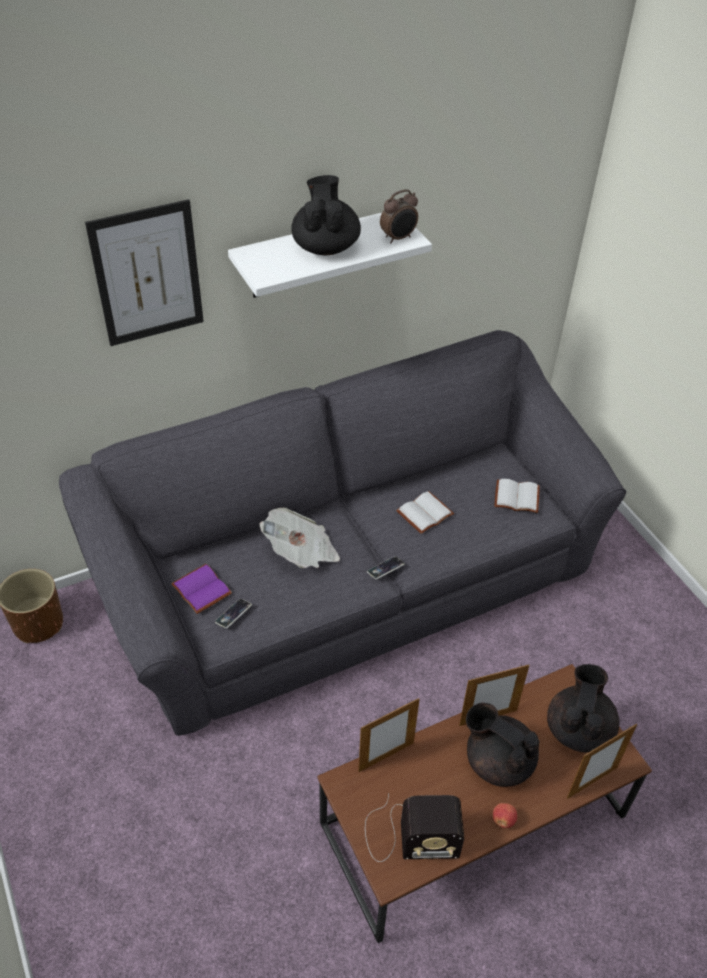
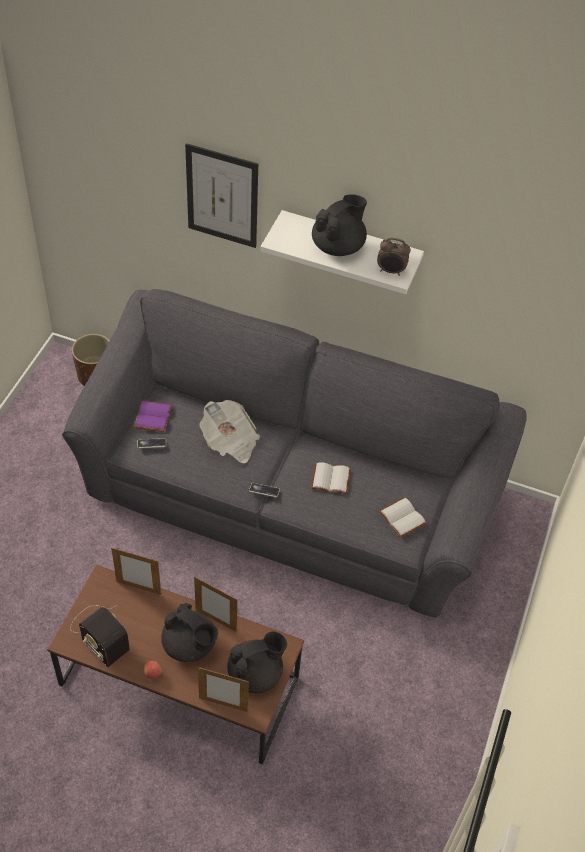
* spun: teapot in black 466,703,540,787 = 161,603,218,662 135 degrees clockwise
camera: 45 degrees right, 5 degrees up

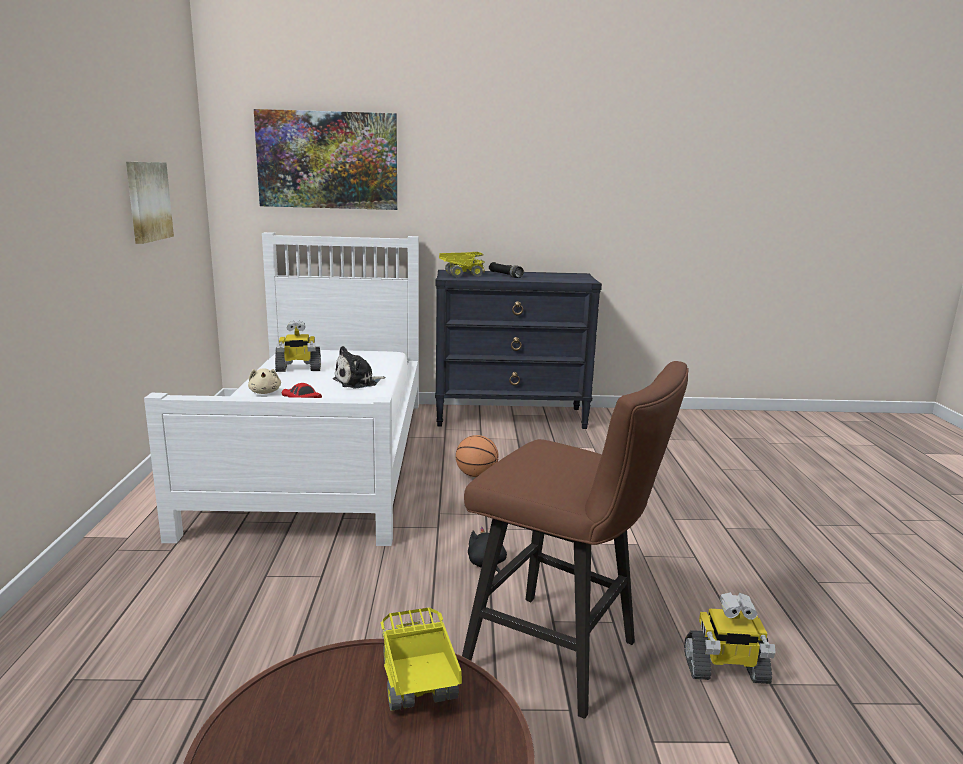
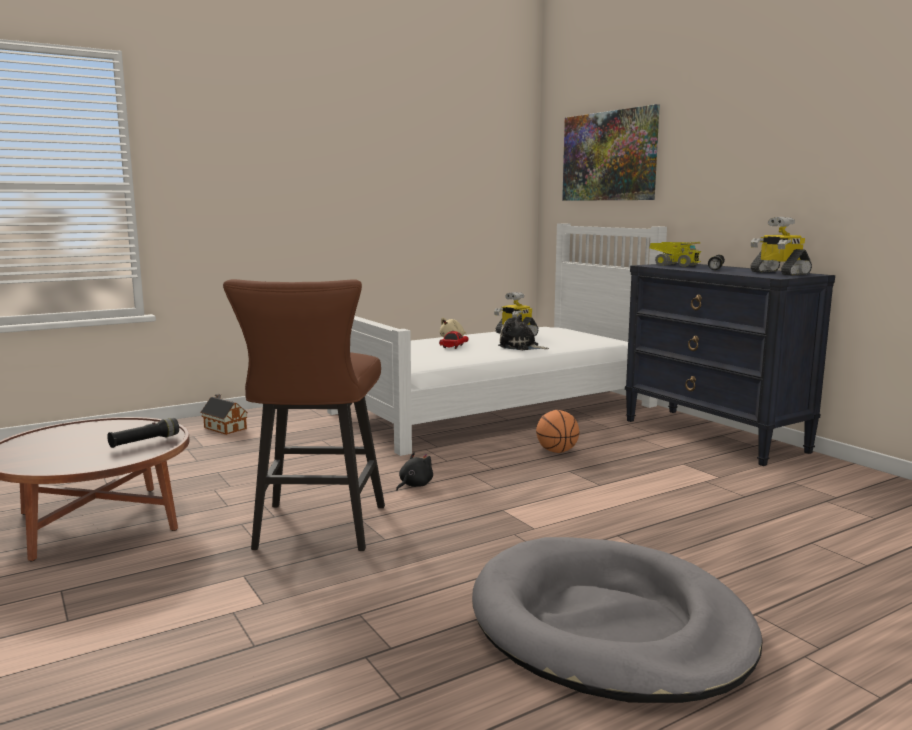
* exchanged: toy truck 380,608,462,711 to flashlight in black 107,418,179,448
* appeared: toy house 200,394,248,435
* appeared: dog bed in grey 472,537,763,703
* relocated: toy robot 684,592,776,684 to 750,217,812,276
* missing: picture 126,162,174,244
camera: 60 degrees right, 5 degrees down

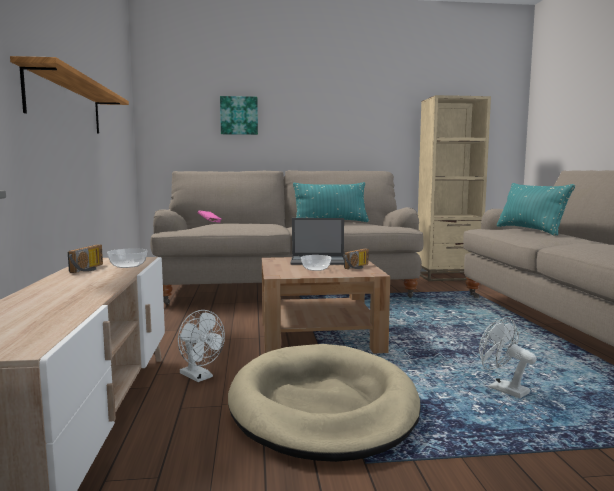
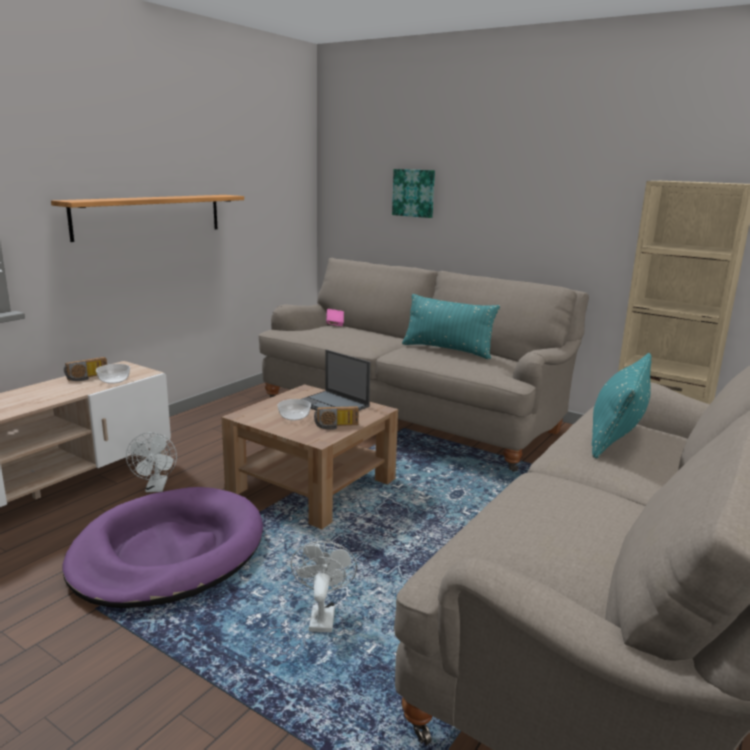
* colour: dog bed in beige 228,344,421,462 to dog bed in purple 63,487,263,608
camera: 40 degrees right, 10 degrees up

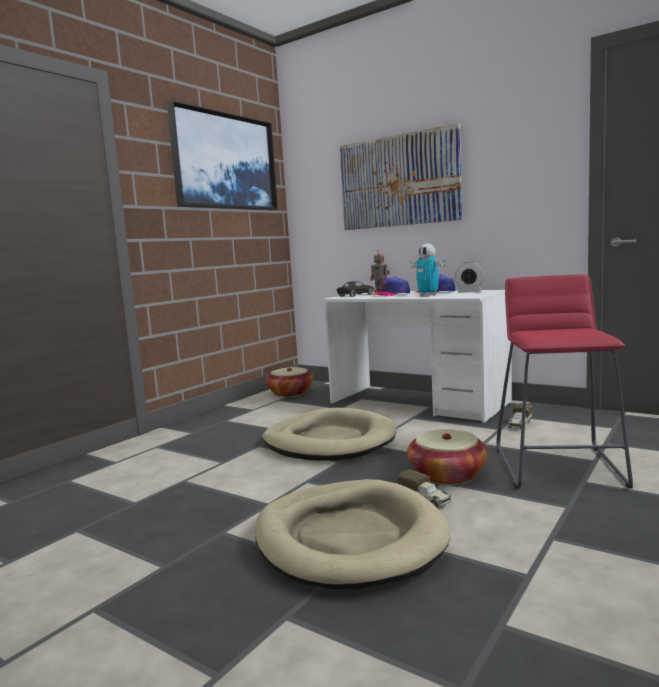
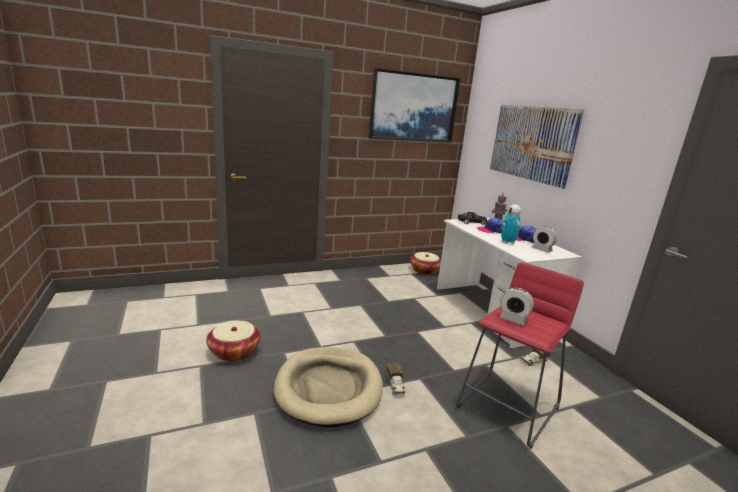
* relocated: basket 407,429,488,485 to 206,320,261,362
* appeared: alarm clock 500,288,534,326
* missing: dog bed in beige 262,408,396,461
camera: 30 degrees right, 10 degrees up

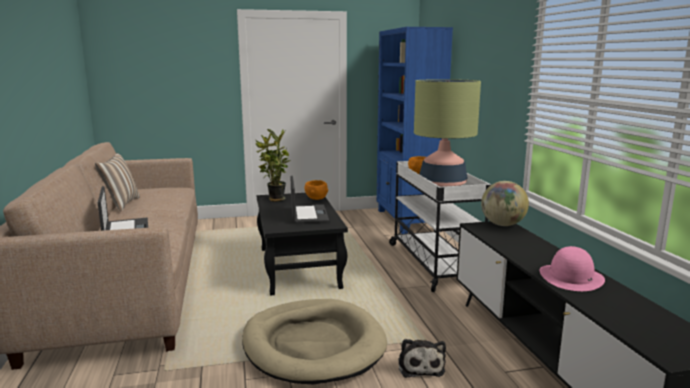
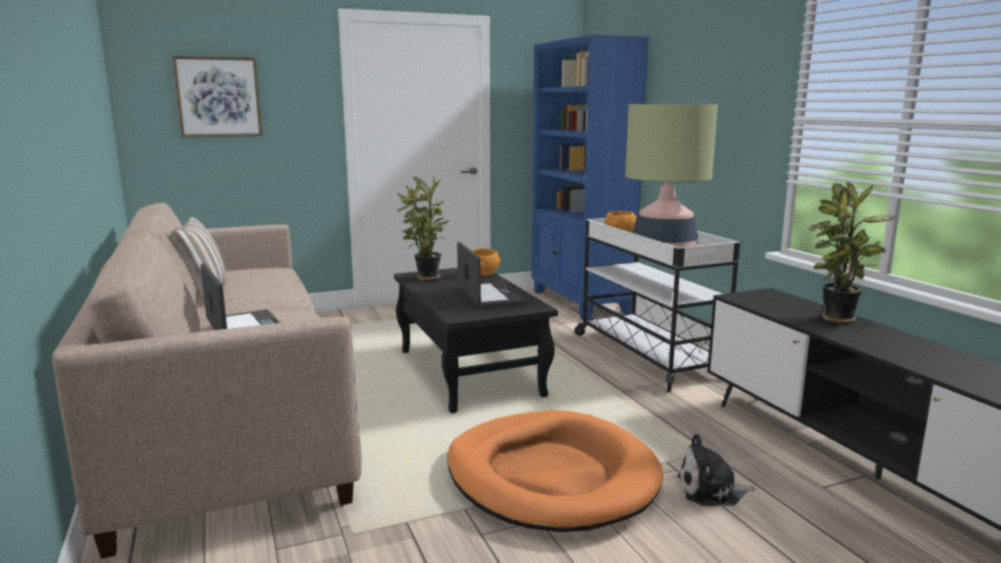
* appeared: picture 172,56,263,137
* colour: dog bed in beige 242,299,387,384 to dog bed in orange 447,410,664,532
* spun: plush toy 398,339,446,378 = 677,434,756,506 105 degrees clockwise
* appeared: potted plant 807,182,895,324
* missing: globe 481,181,529,226
* missing: hat in pink 540,246,605,291
camera: 10 degrees left, 0 degrees up

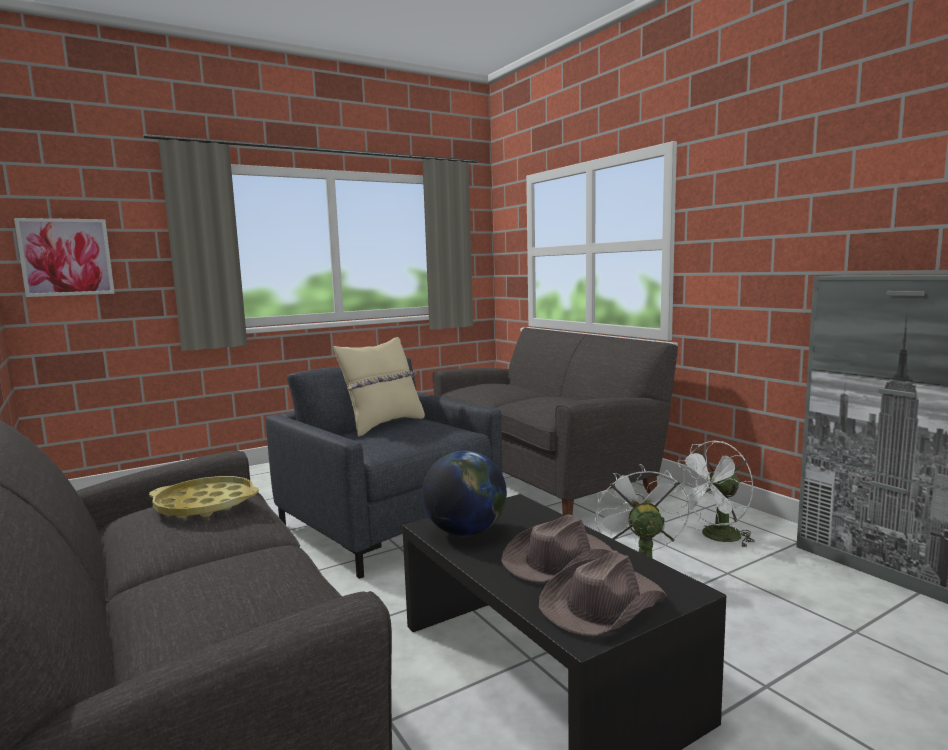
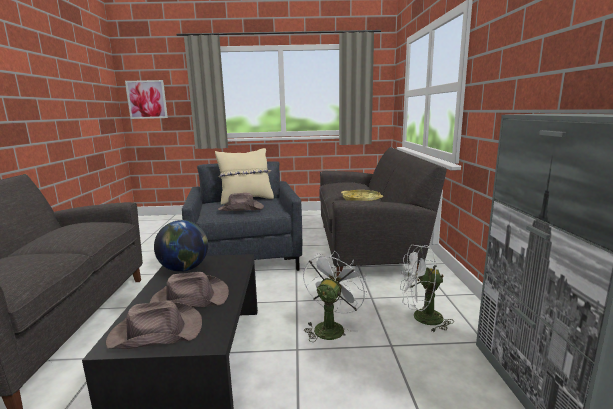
* appeared: hat in brown 218,193,264,211
* relocated: tray in yellow 149,476,259,518 to 341,190,383,201
camera: 30 degrees right, 5 degrees up

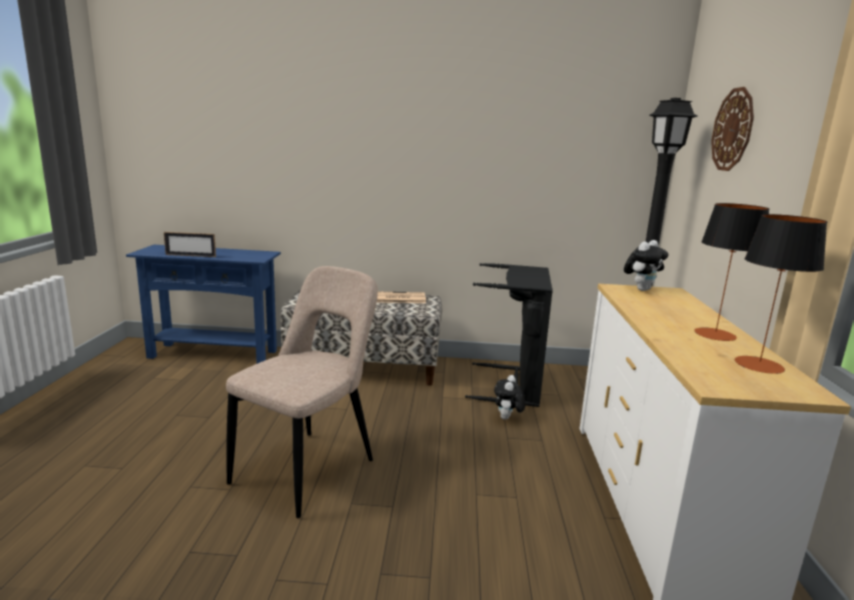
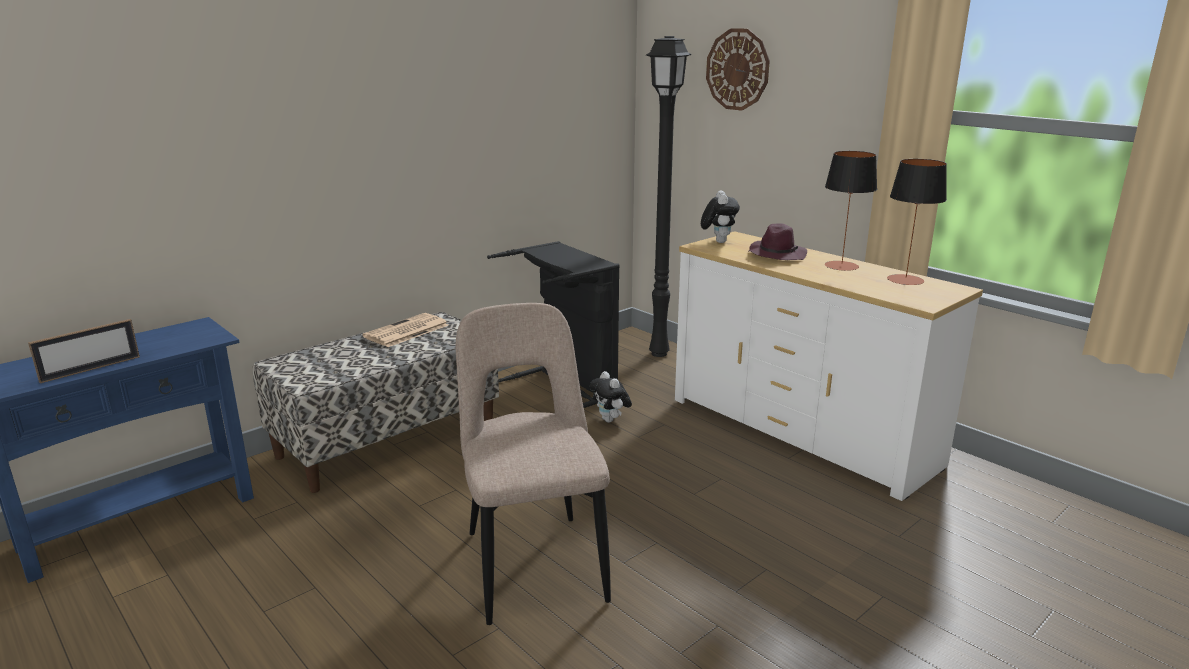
* appeared: hat in purple 748,223,807,260
camera: 45 degrees left, 5 degrees up

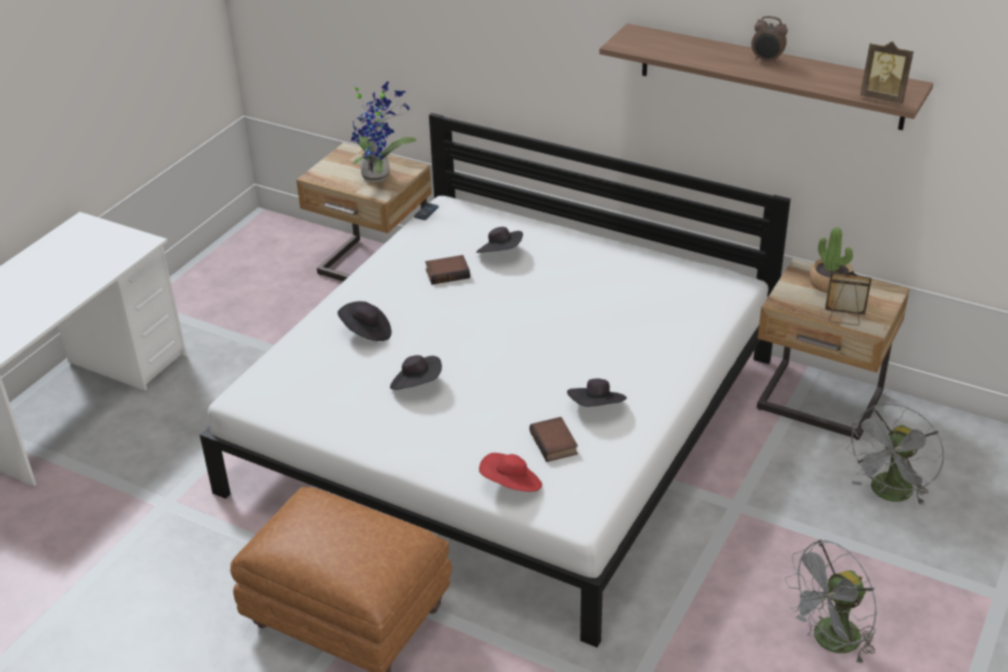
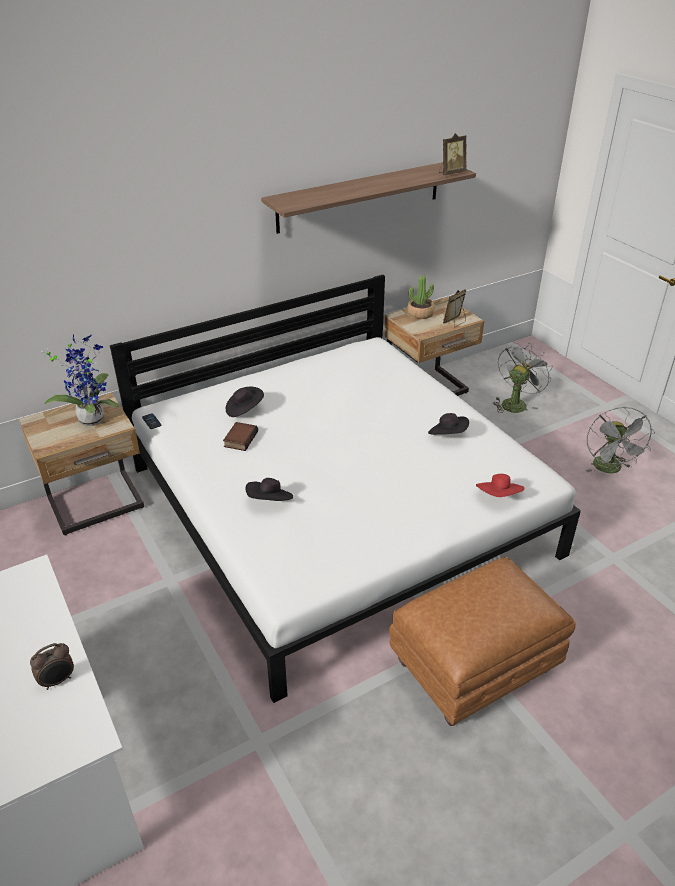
* relocated: alarm clock 751,16,788,64 to 30,643,74,690
* spun: fan in grey 846,403,944,505 = 493,342,553,413 120 degrees counterclockwise
* missing: hat in black 390,355,442,390
* missing: book 529,417,578,462
camera: 60 degrees left, 0 degrees up

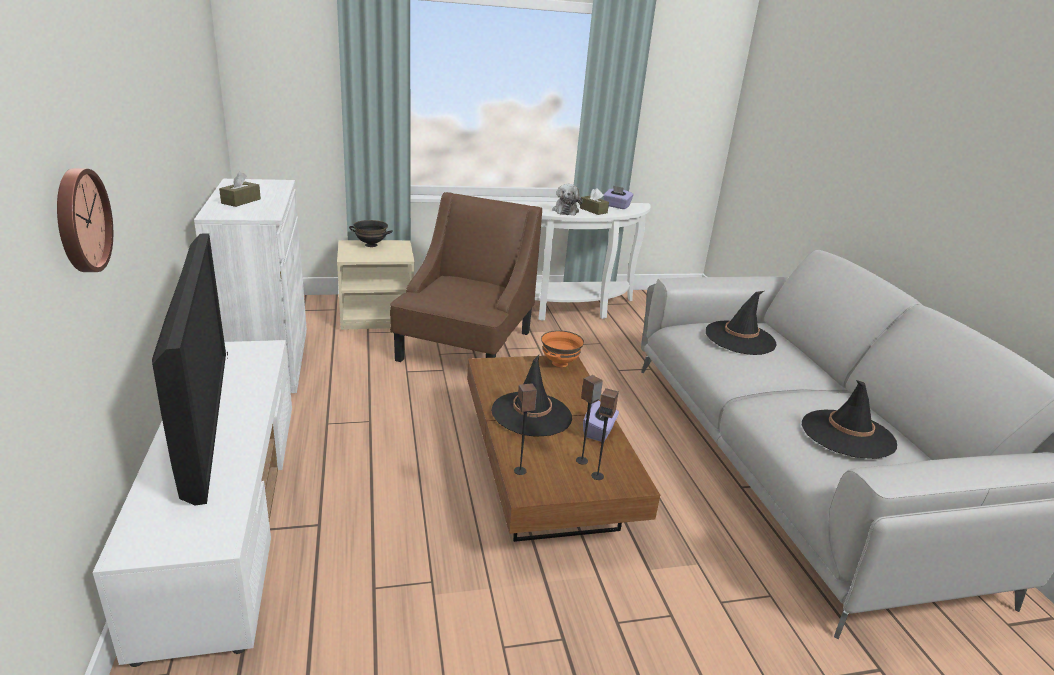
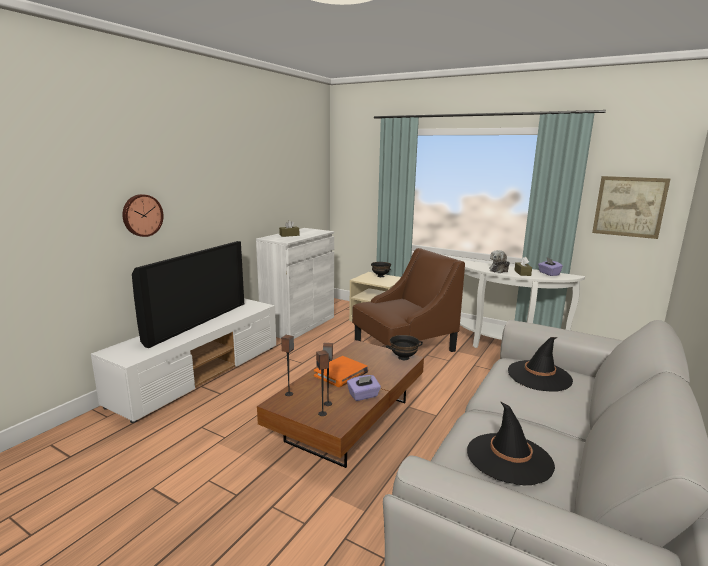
* exchanged: hat in black 491,355,572,437 to book in orange 314,356,369,387
* colour: bowl in orange 541,330,584,367 to bowl in black 386,335,423,360
* appeared: picture 592,176,670,239
camera: 45 degrees right, 10 degrees down

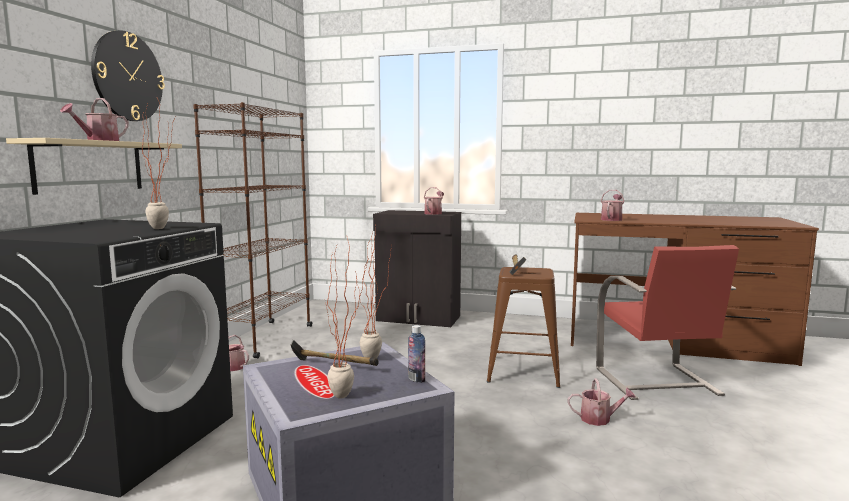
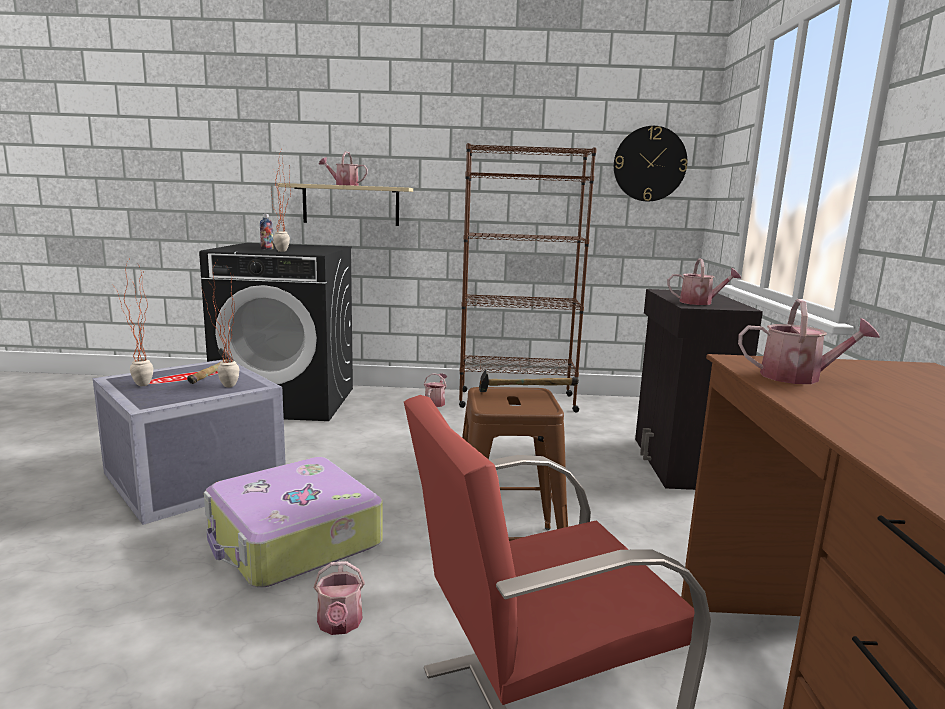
* appeared: suitcase 204,457,383,587
* relocated: bottle 408,325,425,383 to 260,214,273,250
* relocated: wall clock 91,30,165,121 to 614,126,687,201
camera: 75 degrees right, 5 degrees up

